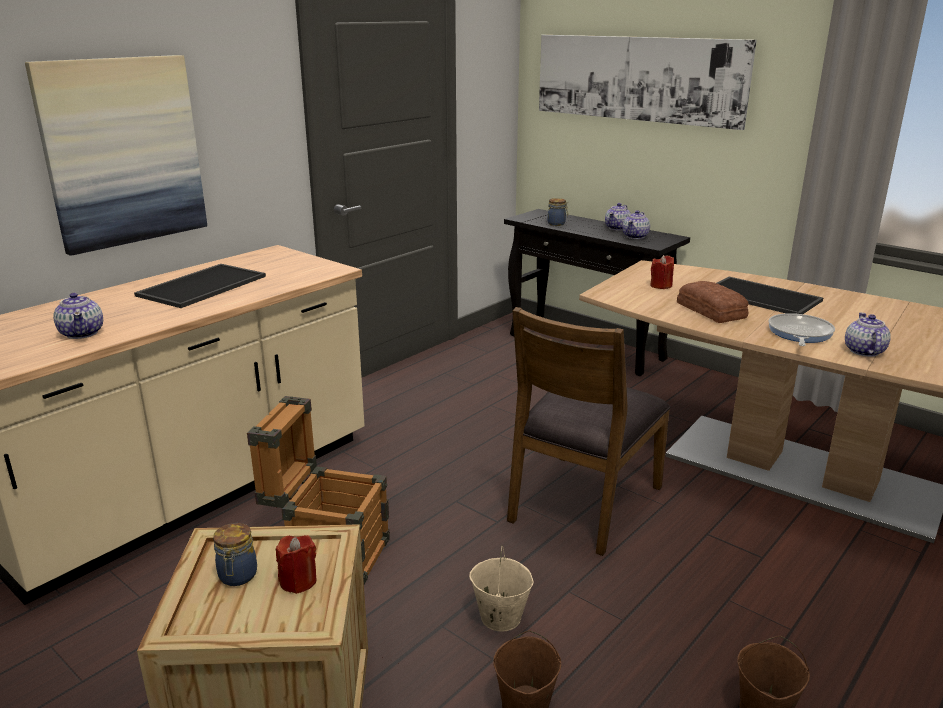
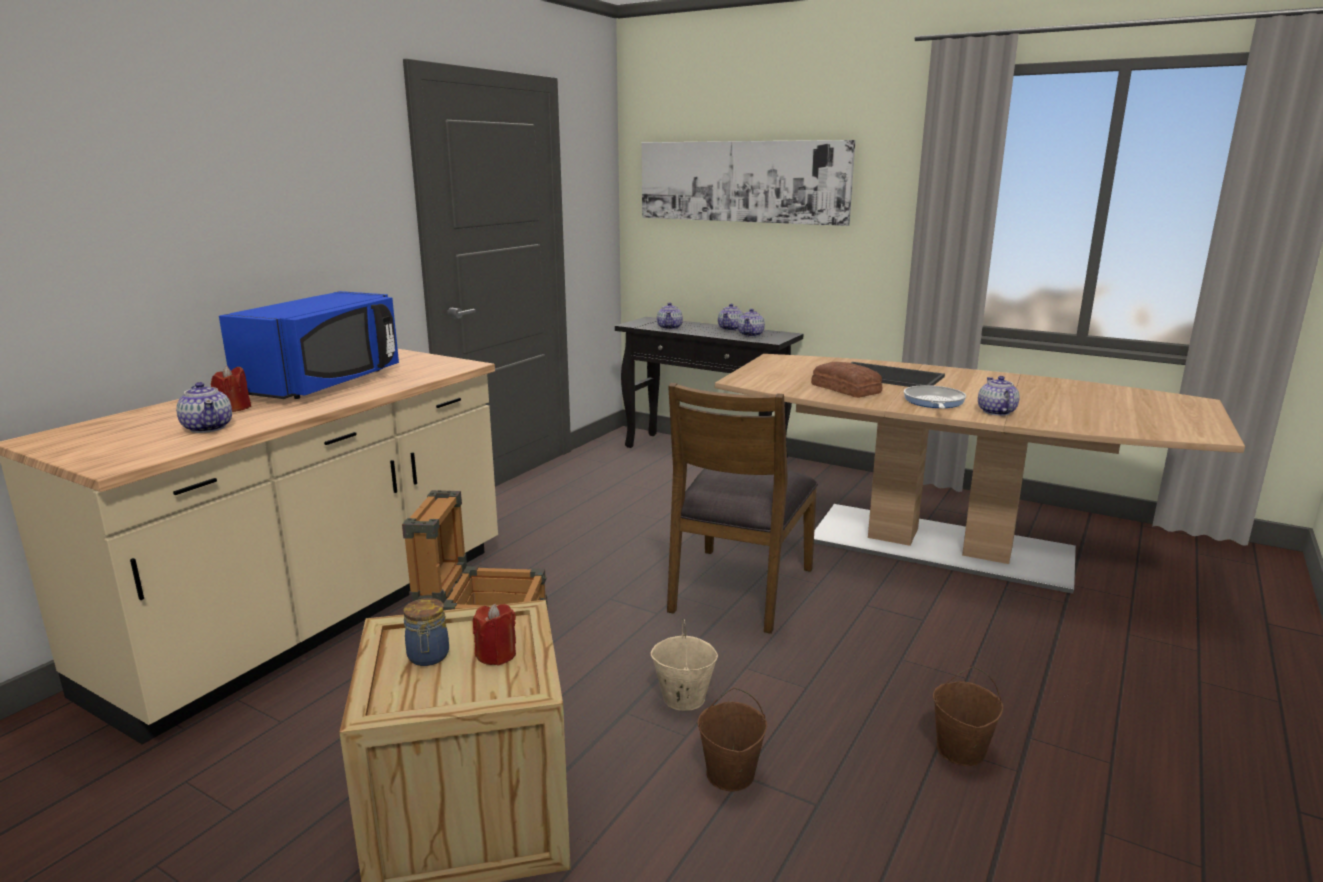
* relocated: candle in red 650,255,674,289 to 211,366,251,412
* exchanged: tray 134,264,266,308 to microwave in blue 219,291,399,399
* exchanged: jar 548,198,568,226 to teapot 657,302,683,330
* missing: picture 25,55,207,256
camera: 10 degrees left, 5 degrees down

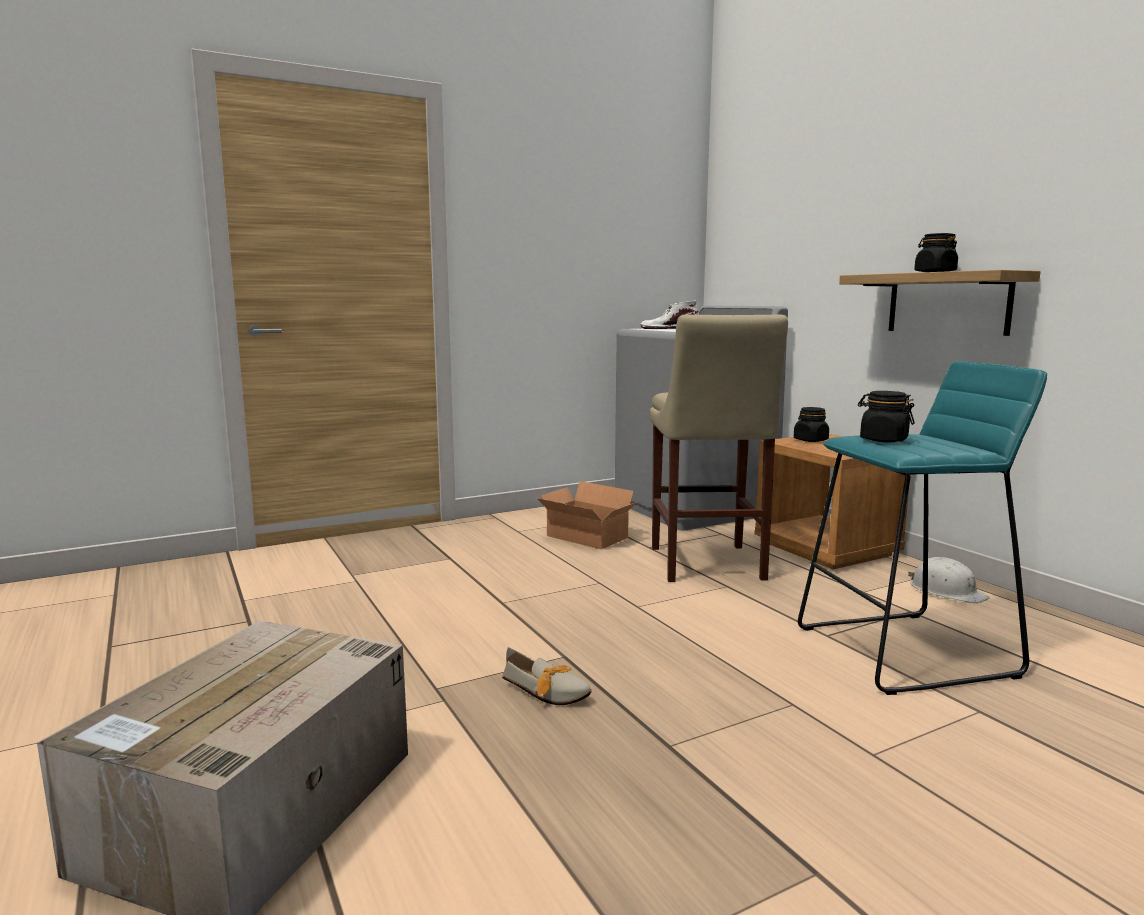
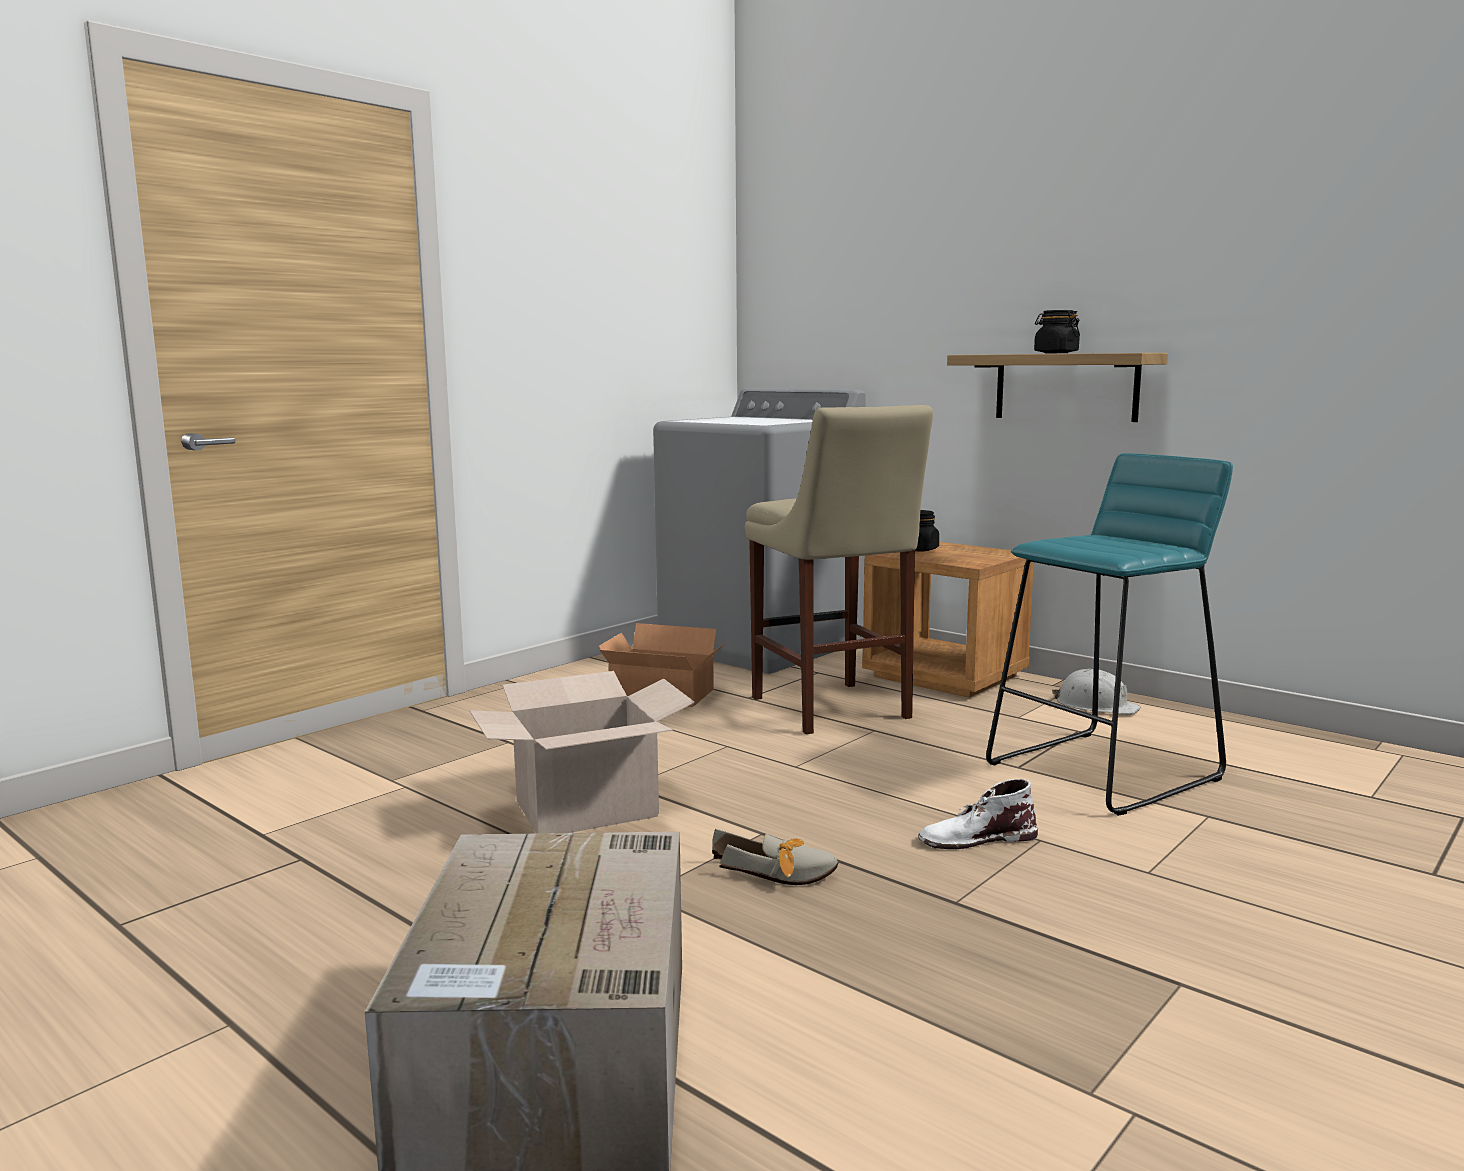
* appeared: cardboard box 469,671,695,834
* relocated: boot in white 640,300,699,329 to 918,779,1038,849
* missing: jar in black 858,391,915,442
camera: 20 degrees left, 0 degrees up

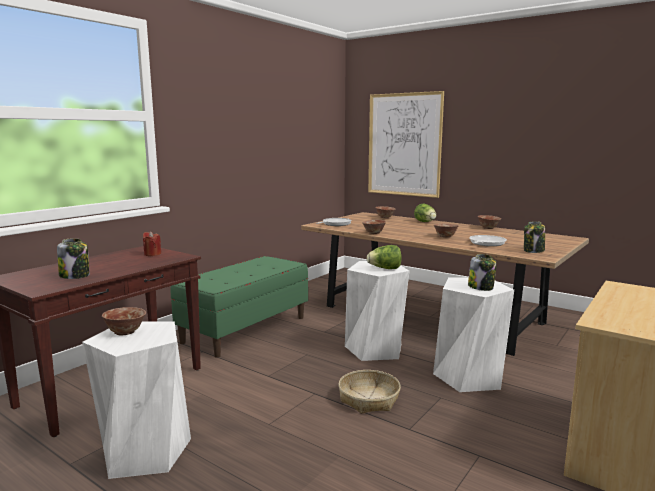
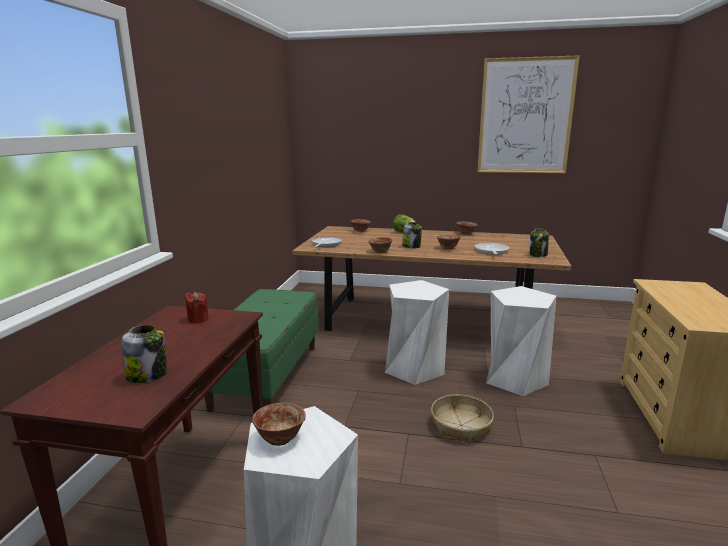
* relocated: jar 468,254,496,291 to 402,222,422,248
* relocated: picture 368,91,444,198 to 477,55,580,173
* missing: lettuce 367,245,402,269
camera: 25 degrees left, 5 degrees up

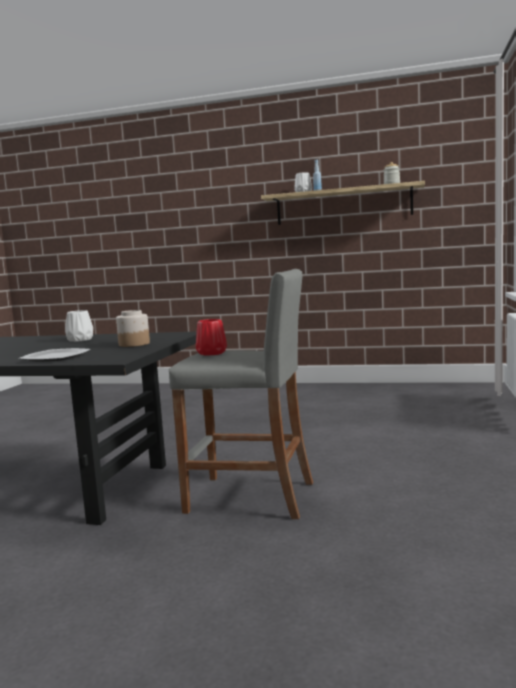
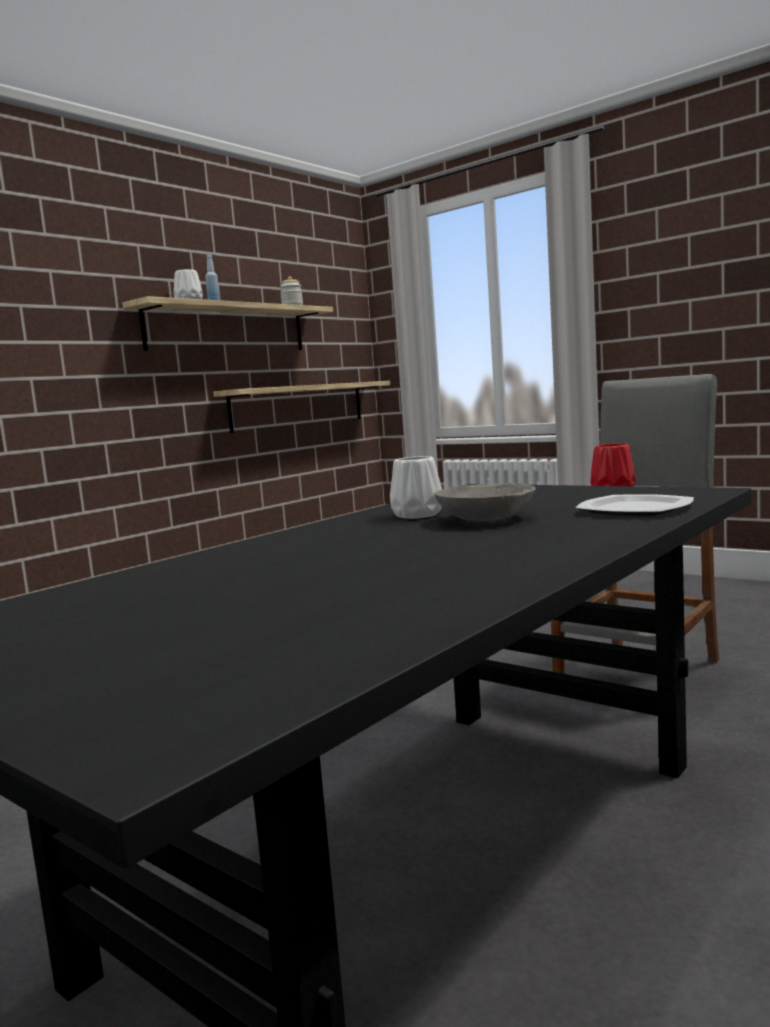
* appeared: shelf 213,381,390,433
* appeared: bowl in grey 434,483,536,521
* missing: jar 116,310,150,347
camera: 65 degrees left, 0 degrees up

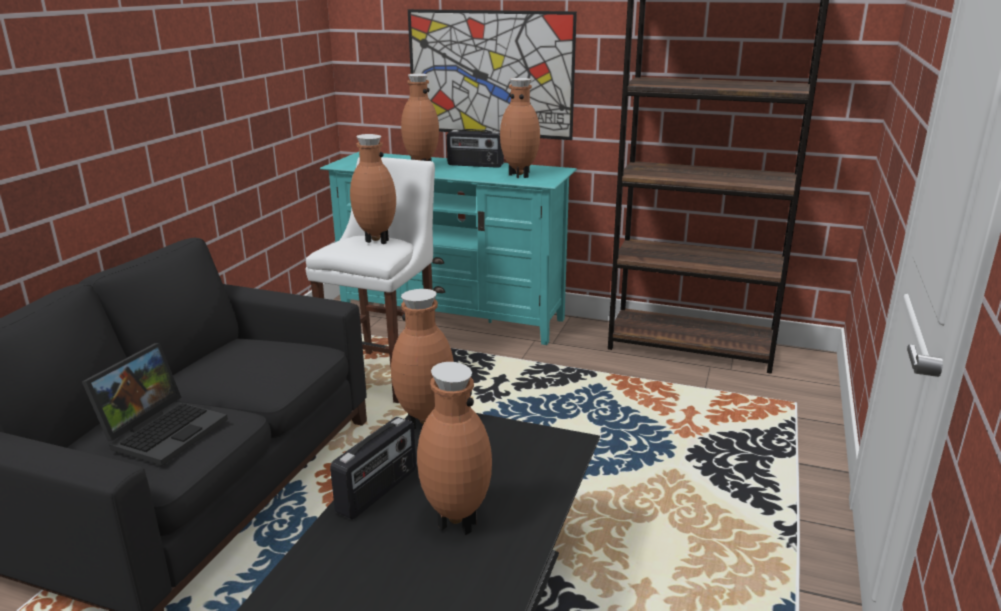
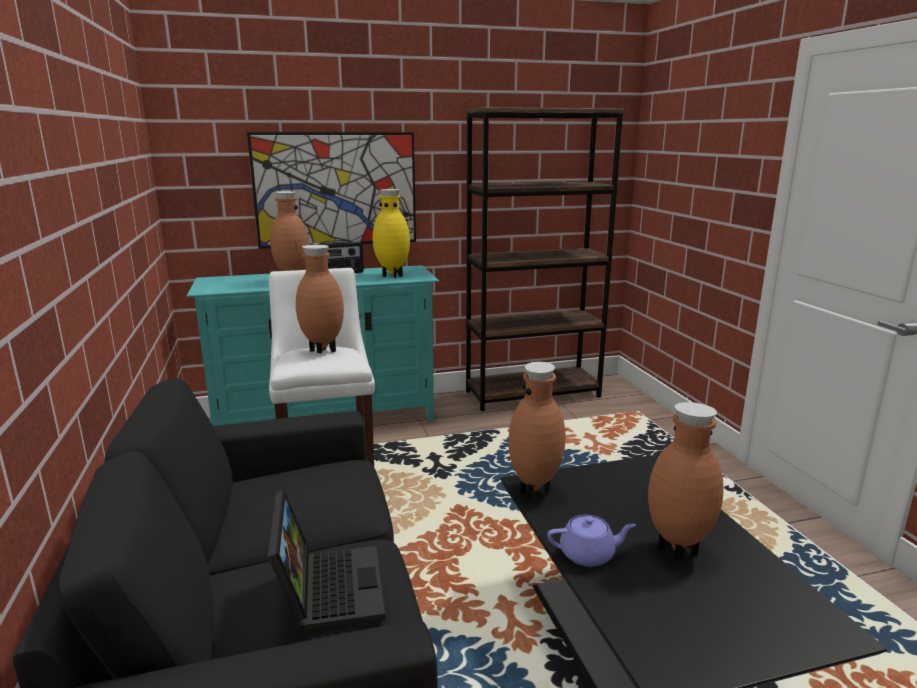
* colour: vase in brown 500,78,540,178 to vase in yellow 373,189,410,278
* exchanged: radio 330,417,416,520 to teapot in purple 547,515,636,567
camera: 35 degrees left, 5 degrees down

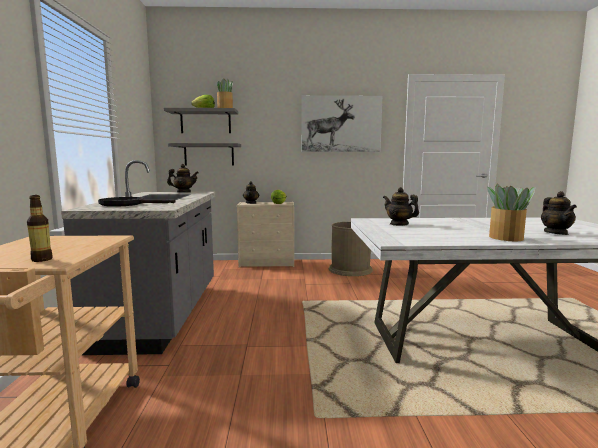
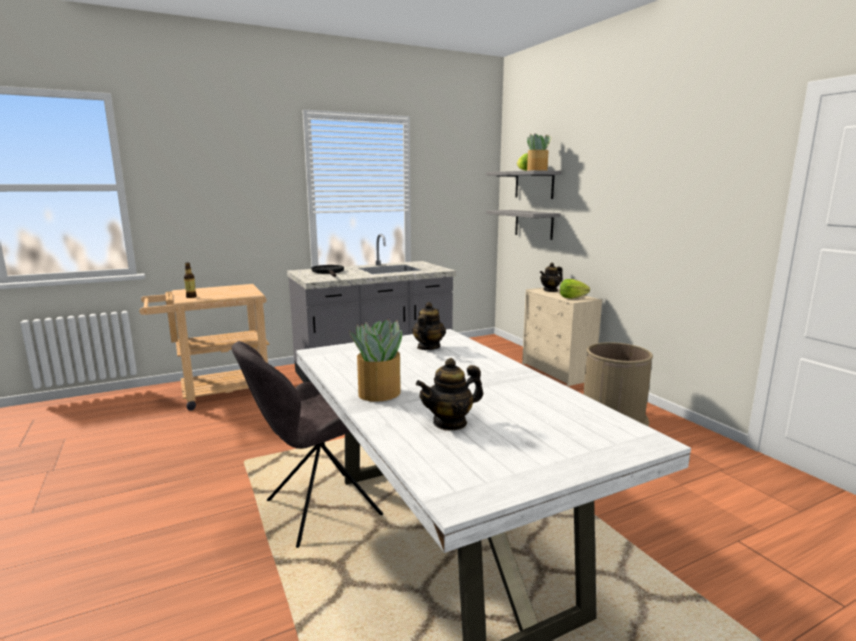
* appeared: chair in grey 232,341,383,548
* missing: teapot 167,164,199,192
* missing: picture 301,95,382,152
camera: 65 degrees right, 5 degrees up

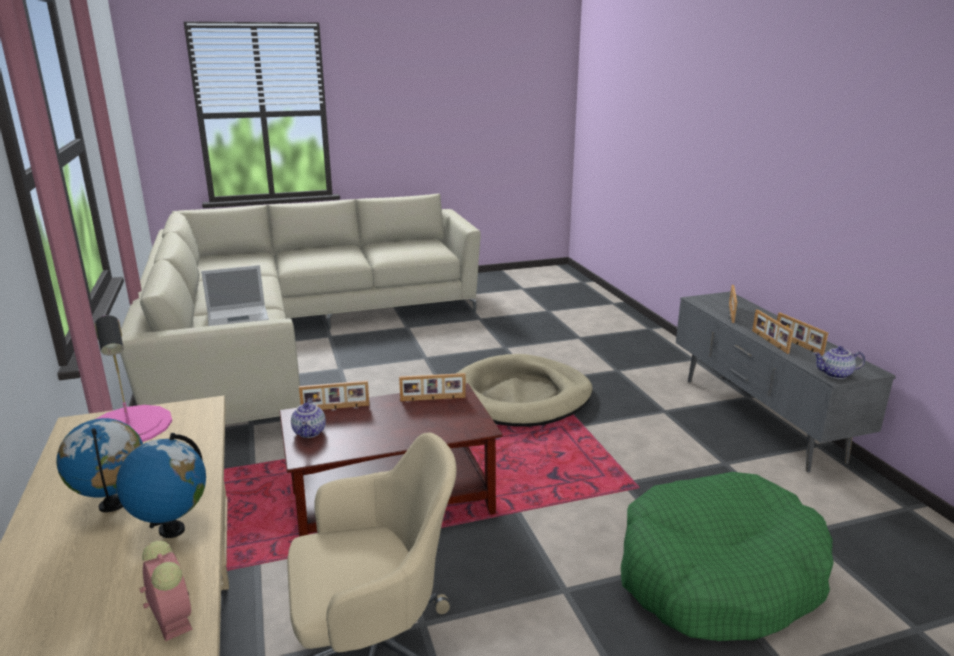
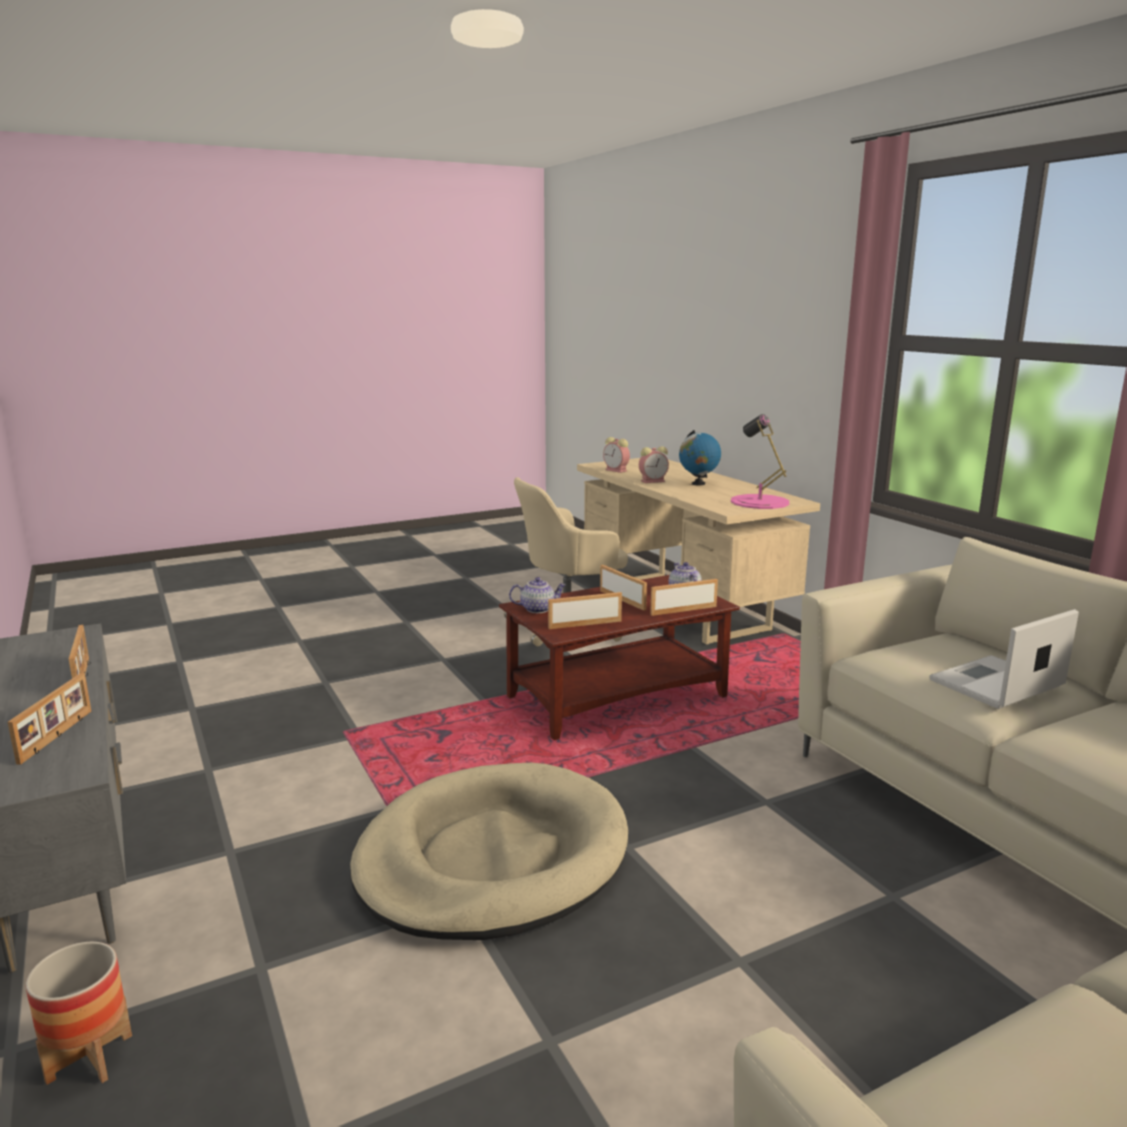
* appeared: planter 26,942,132,1085
* relocated: teapot 813,346,865,379 to 509,577,566,613
* relocated: picture frame 777,313,828,356 to 600,565,647,611
* exchanged: globe 116,433,206,538 to alarm clock 639,446,669,483
* missing: dog bed in green 621,472,833,641
camera: 170 degrees right, 5 degrees down

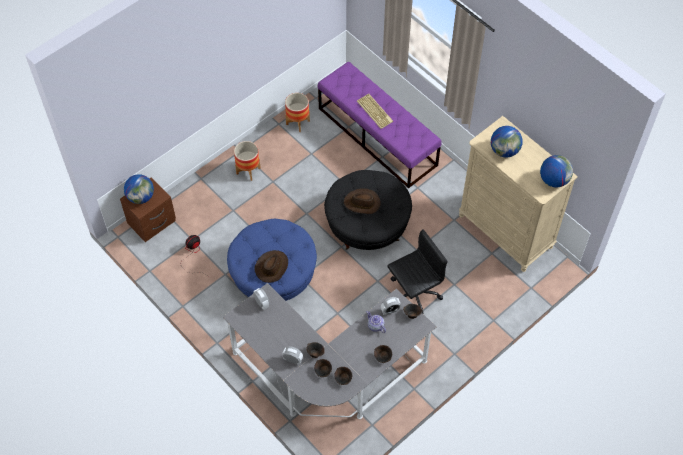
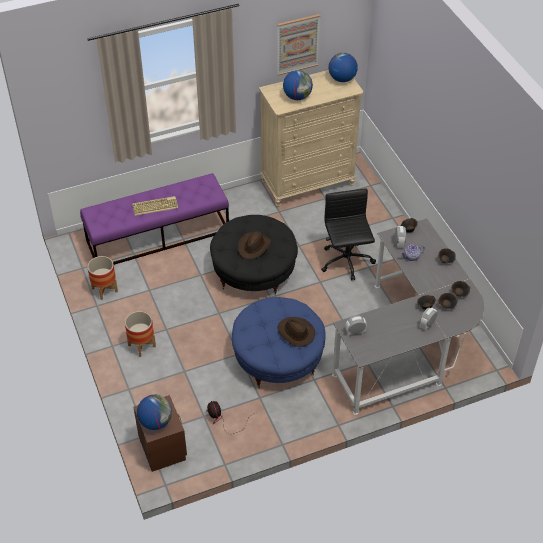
* appeared: picture 277,14,320,76
camera: 70 degrees left, 10 degrees down

